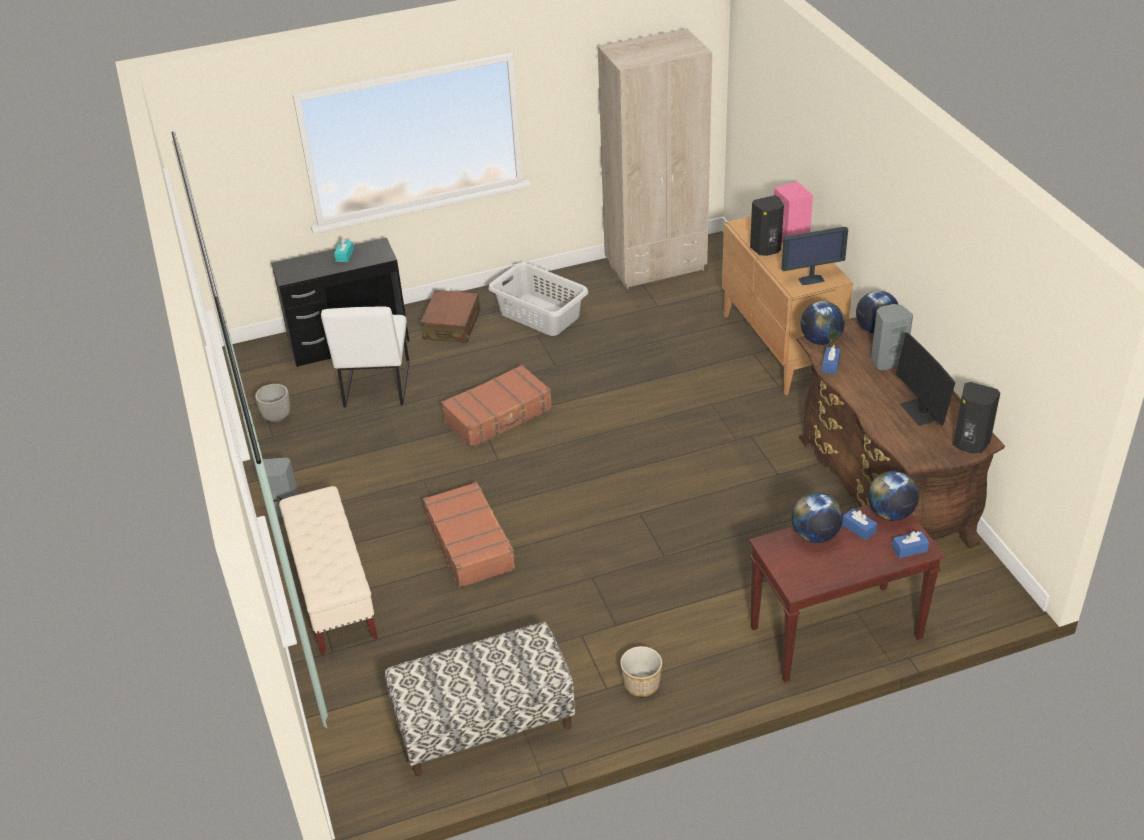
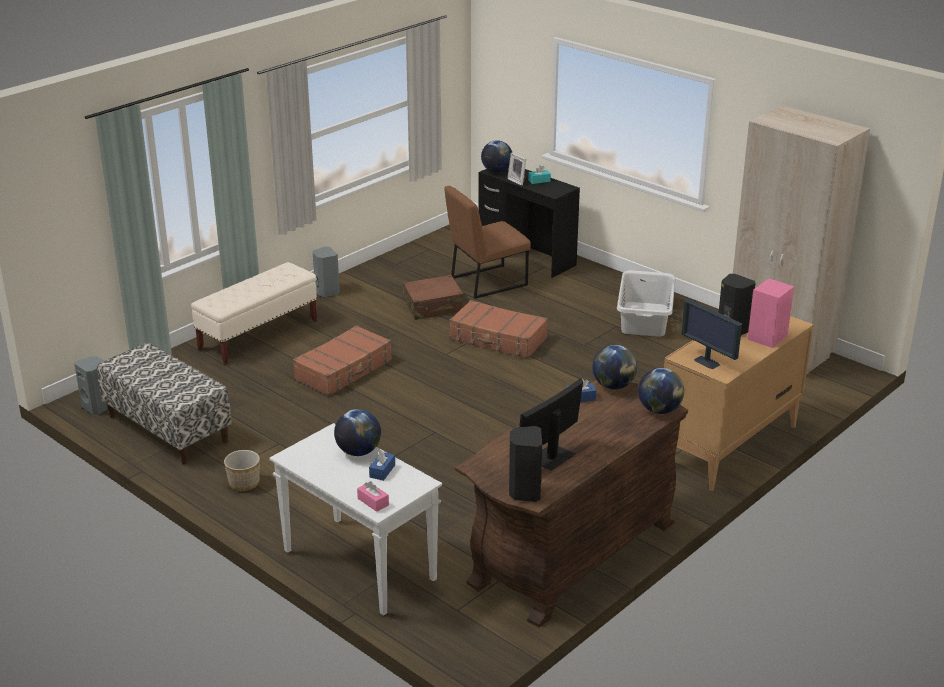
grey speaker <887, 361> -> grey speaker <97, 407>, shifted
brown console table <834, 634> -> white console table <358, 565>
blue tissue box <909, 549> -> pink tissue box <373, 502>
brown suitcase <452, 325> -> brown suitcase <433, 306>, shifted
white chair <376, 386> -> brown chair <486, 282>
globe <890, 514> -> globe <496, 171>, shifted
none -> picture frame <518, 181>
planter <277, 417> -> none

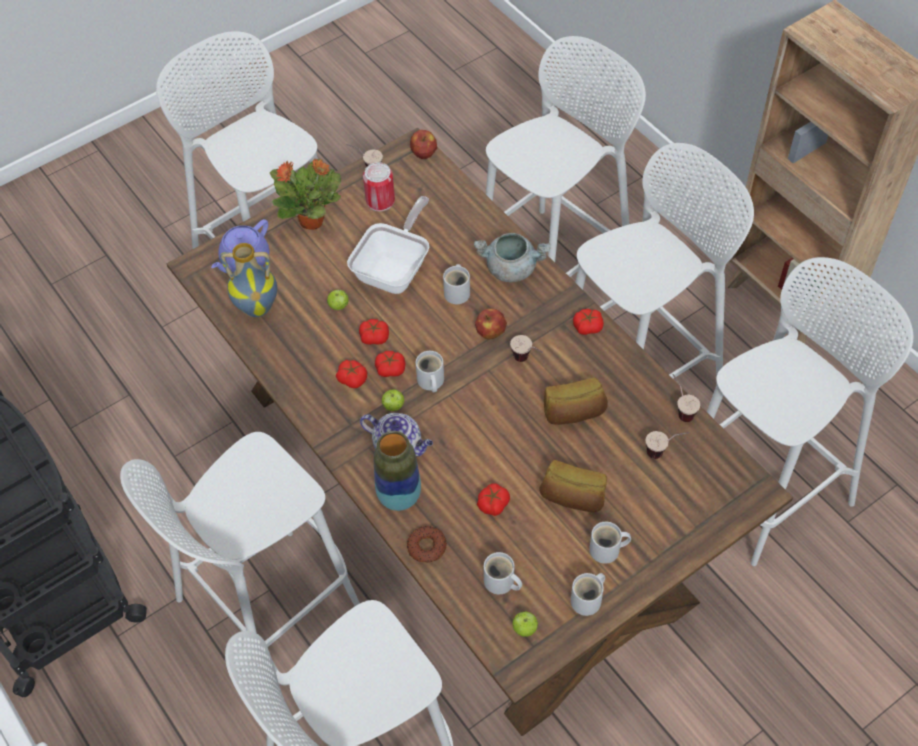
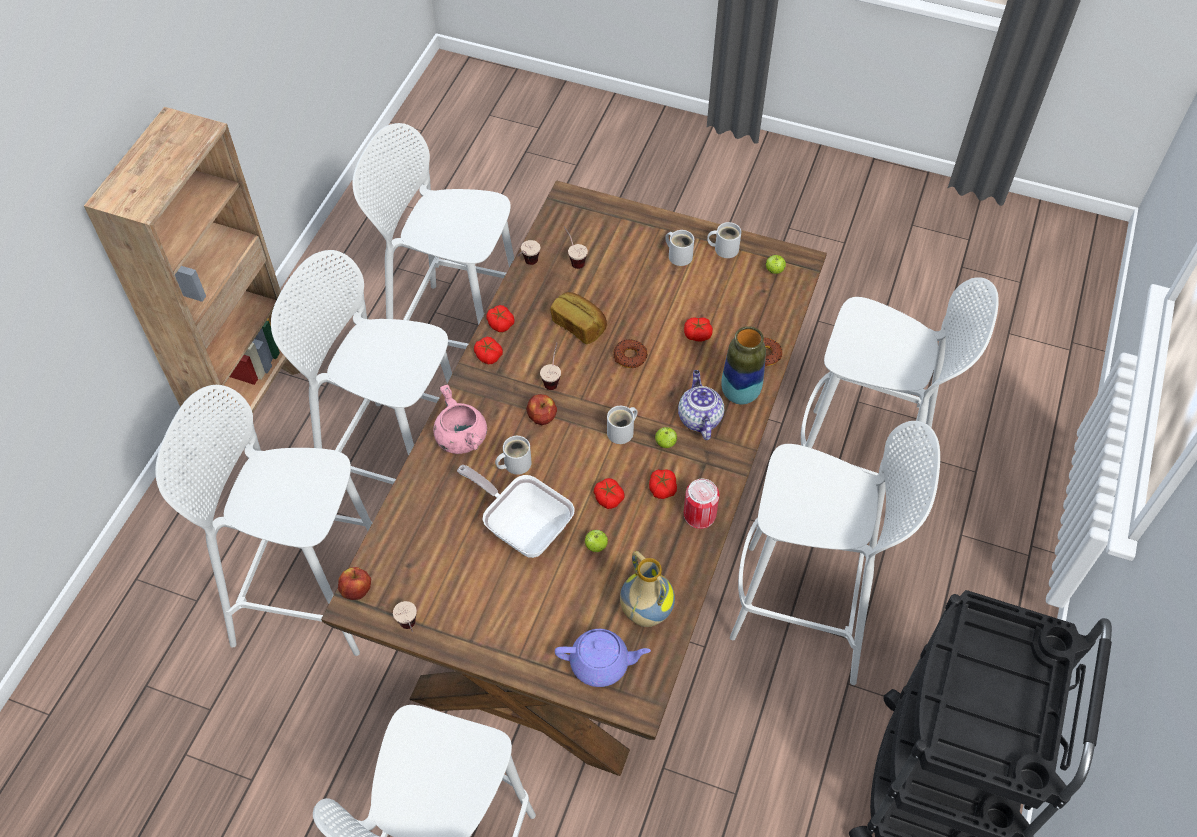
grey cooking pot <511, 268> -> pink cooking pot <461, 438>
frying pan <395, 269> -> frying pan <523, 526>, 45 degrees clockwise
tomato <390, 369> -> tomato <500, 323>, shifted
none -> donut <630, 357>
can <380, 200> -> can <699, 515>, shifted
potted plant <312, 221> -> none
white mug <501, 583> -> none
bread <573, 497> -> none

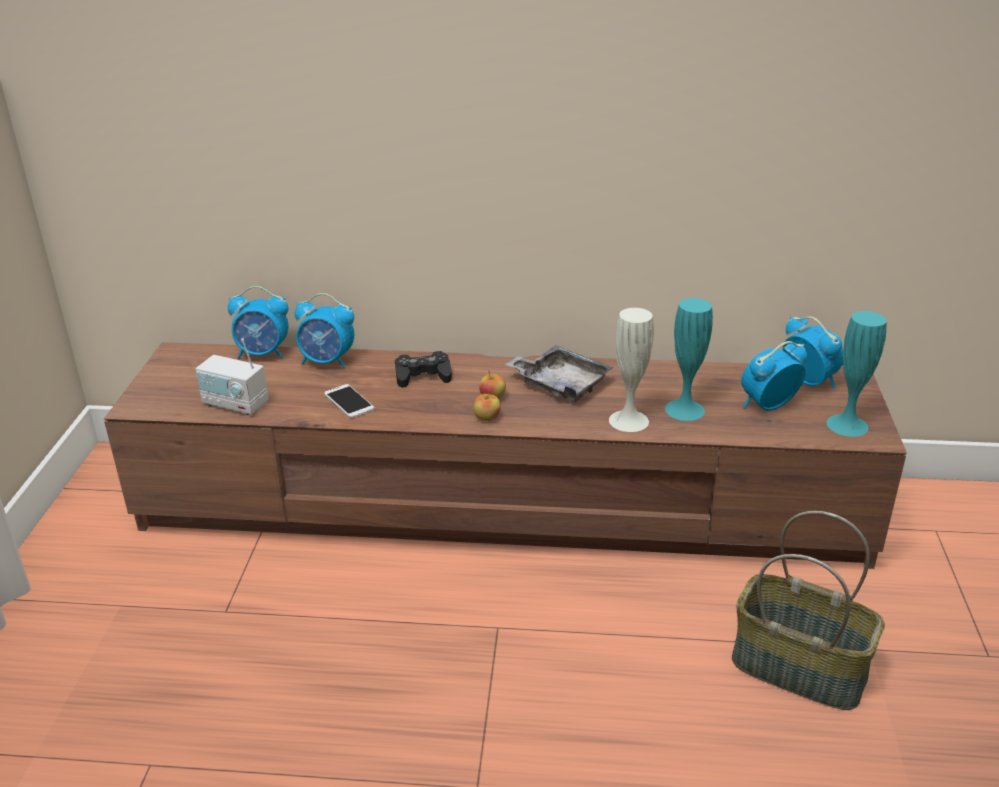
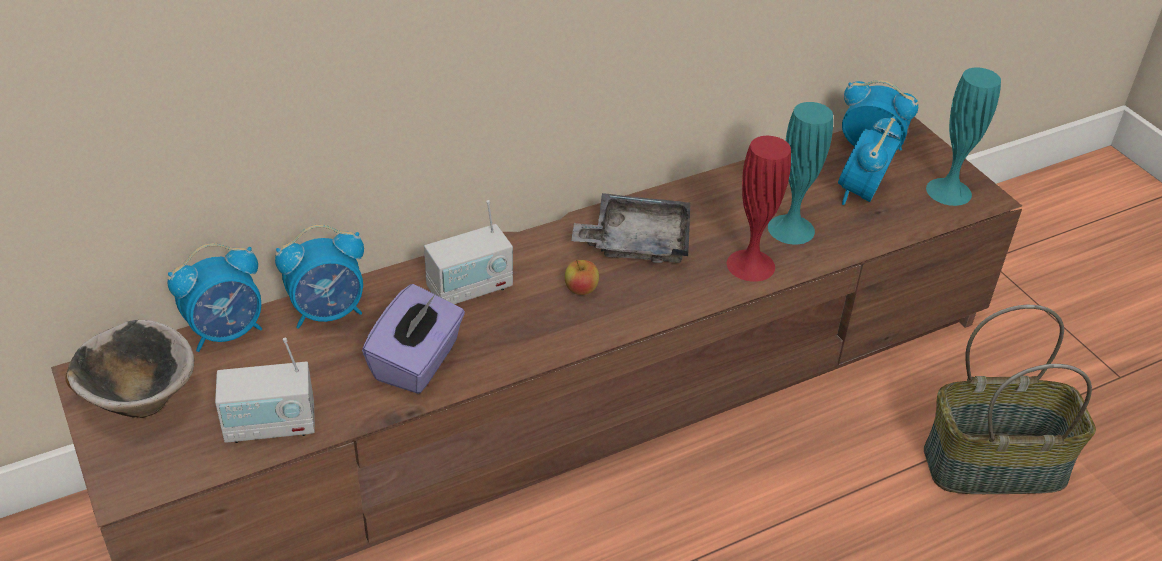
none -> bowl <140, 398>
phone <349, 402> -> purple tissue box <417, 362>
black game controller <423, 375> -> radio <470, 289>
white vase <628, 420> -> red vase <750, 265>
apple <486, 418> -> none

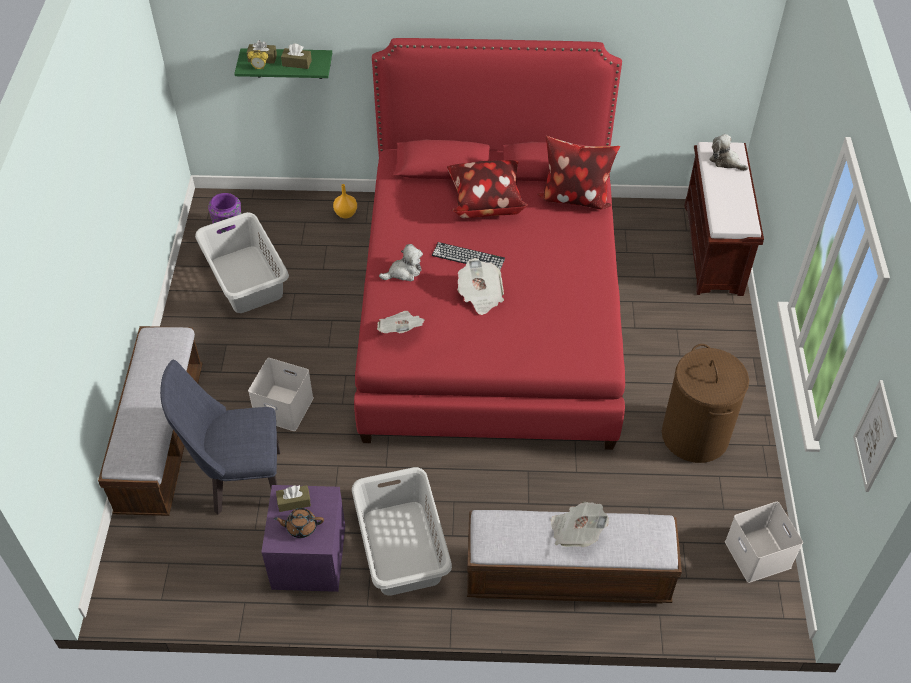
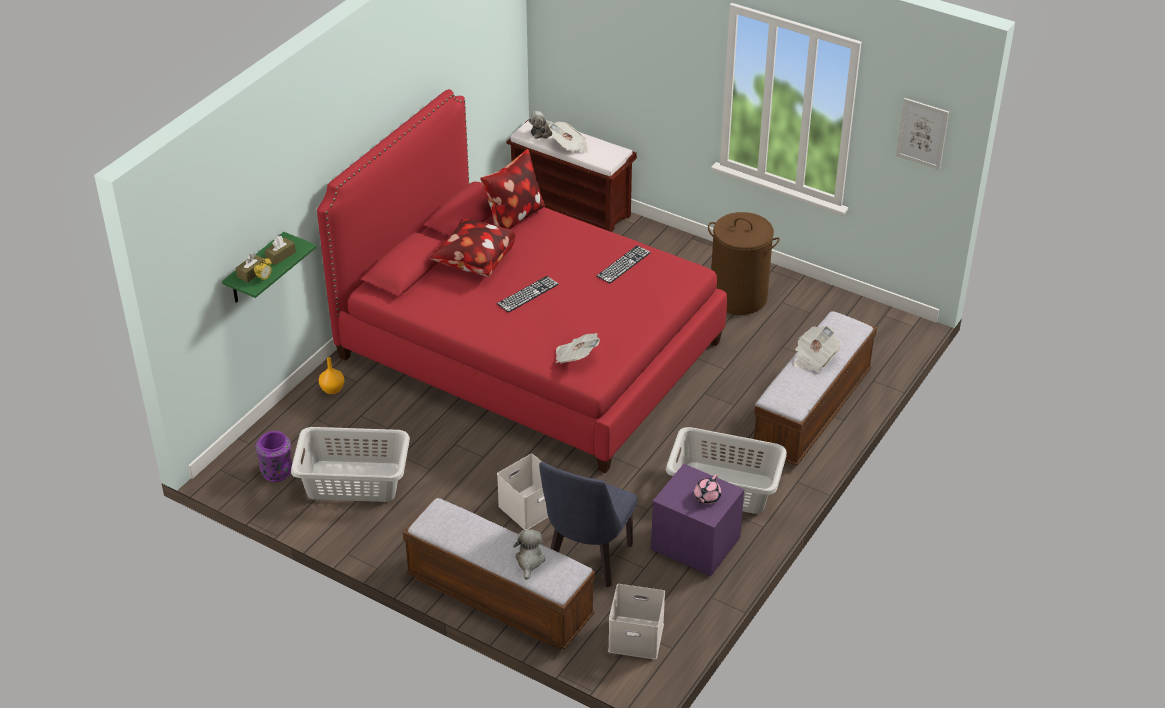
plush toy <404, 272> -> plush toy <529, 561>, shifted
newspaper <480, 295> -> newspaper <569, 146>, shifted
none -> keyboard <623, 264>
white storage box <756, 553> -> white storage box <634, 638>, shifted
brown teapot <301, 527> -> pink teapot <706, 497>
brown tissue box <294, 502> -> none

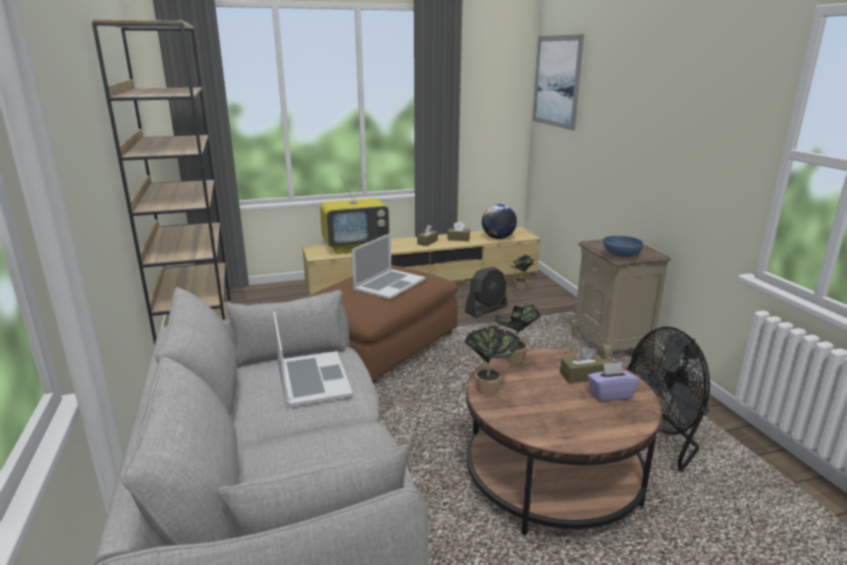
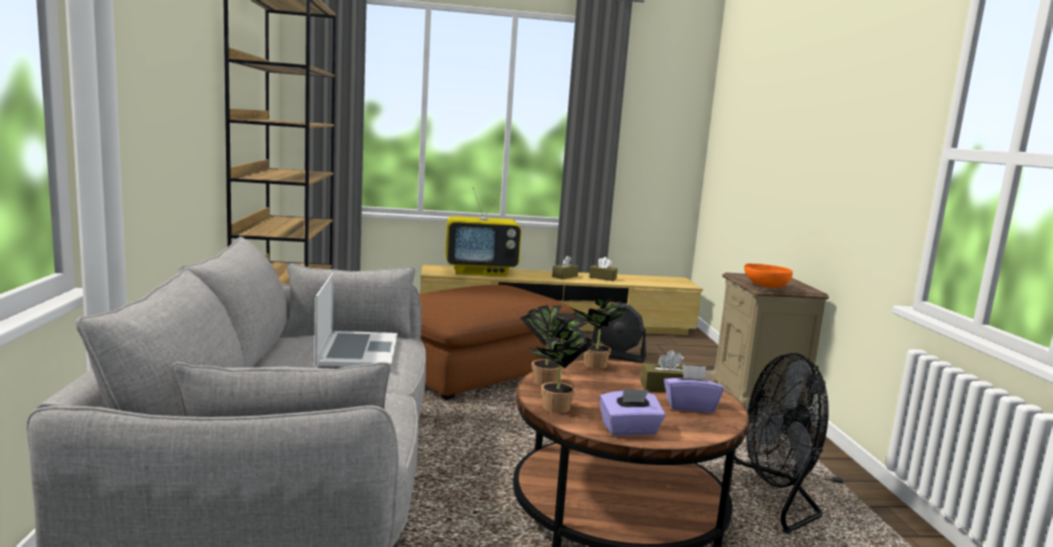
potted plant <520, 288> -> potted plant <556, 409>, shifted
black fan <486, 309> -> black fan <618, 356>, 45 degrees clockwise
none -> purple tissue box <629, 430>
blue bowl <620, 256> -> orange bowl <765, 286>
laptop <389, 284> -> none
globe <498, 238> -> none
picture <557, 81> -> none

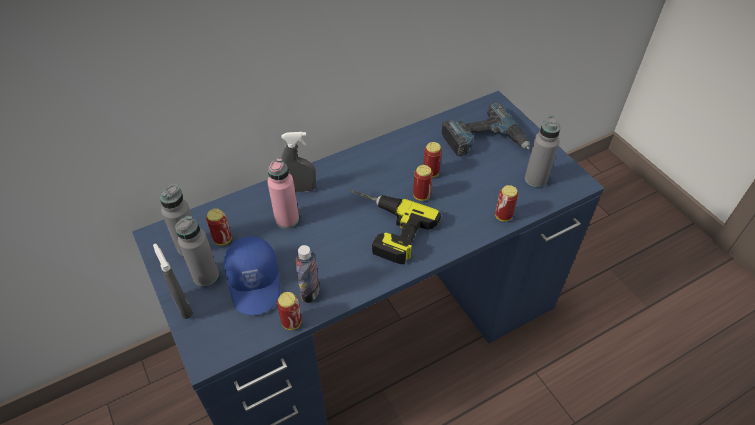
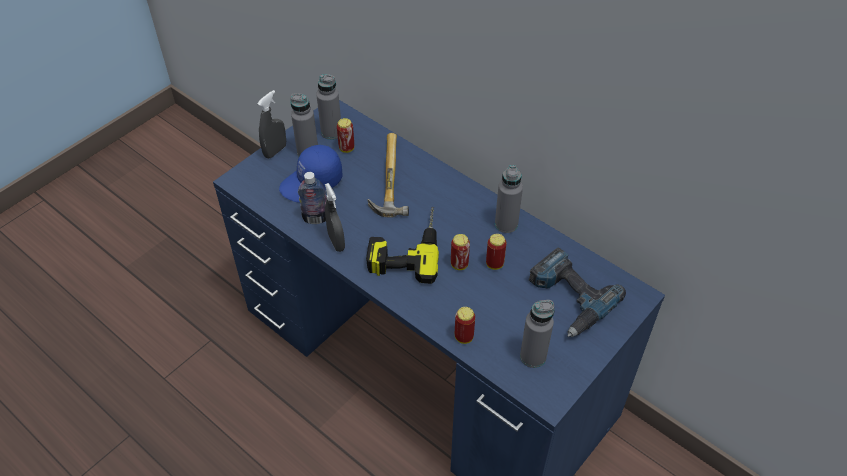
grey spray bottle <300, 189> -> grey spray bottle <336, 242>, shifted
pink bottle <287, 219> -> hammer <385, 179>
none -> grey bottle <506, 224>
can <291, 322> -> none

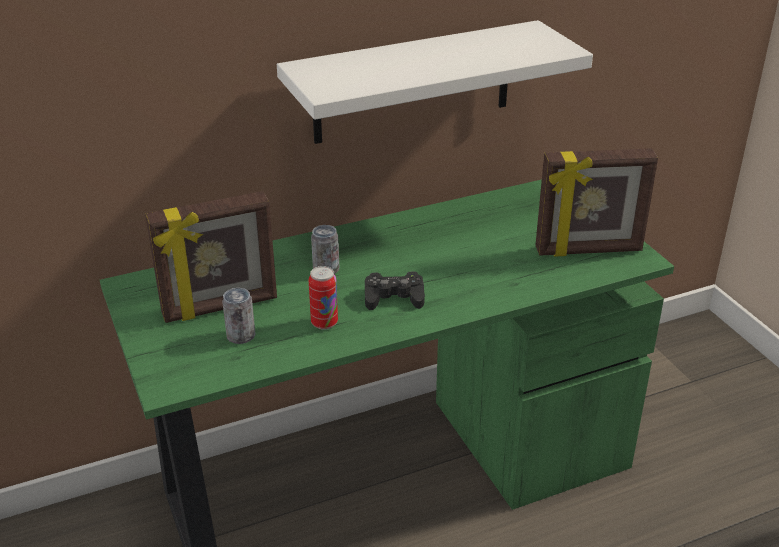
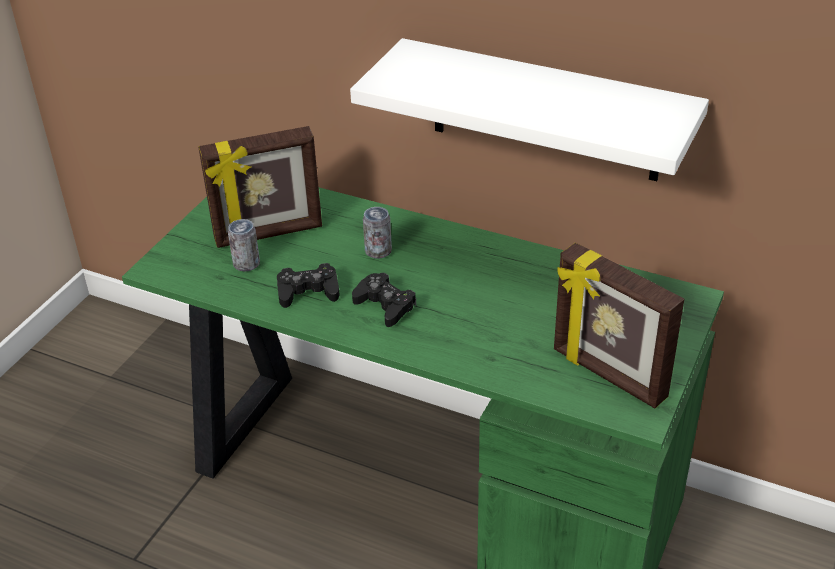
picture frame <220, 307> -> picture frame <269, 234>, 45 degrees counterclockwise
can <324, 323> -> black game controller <308, 291>

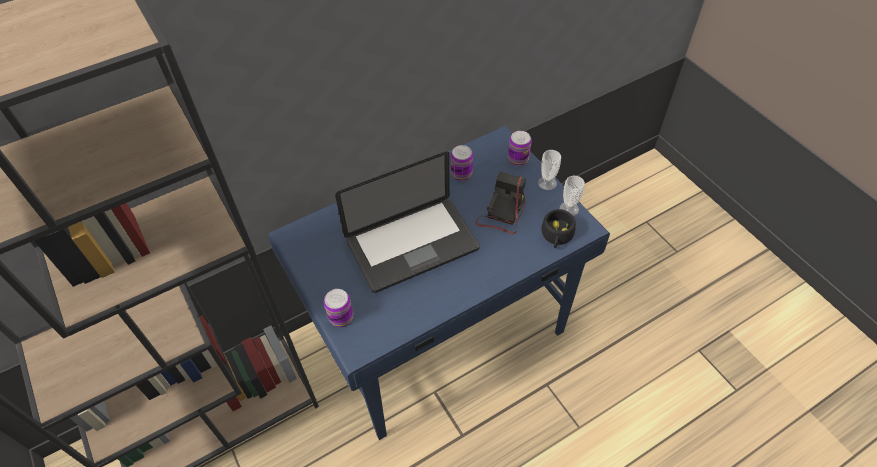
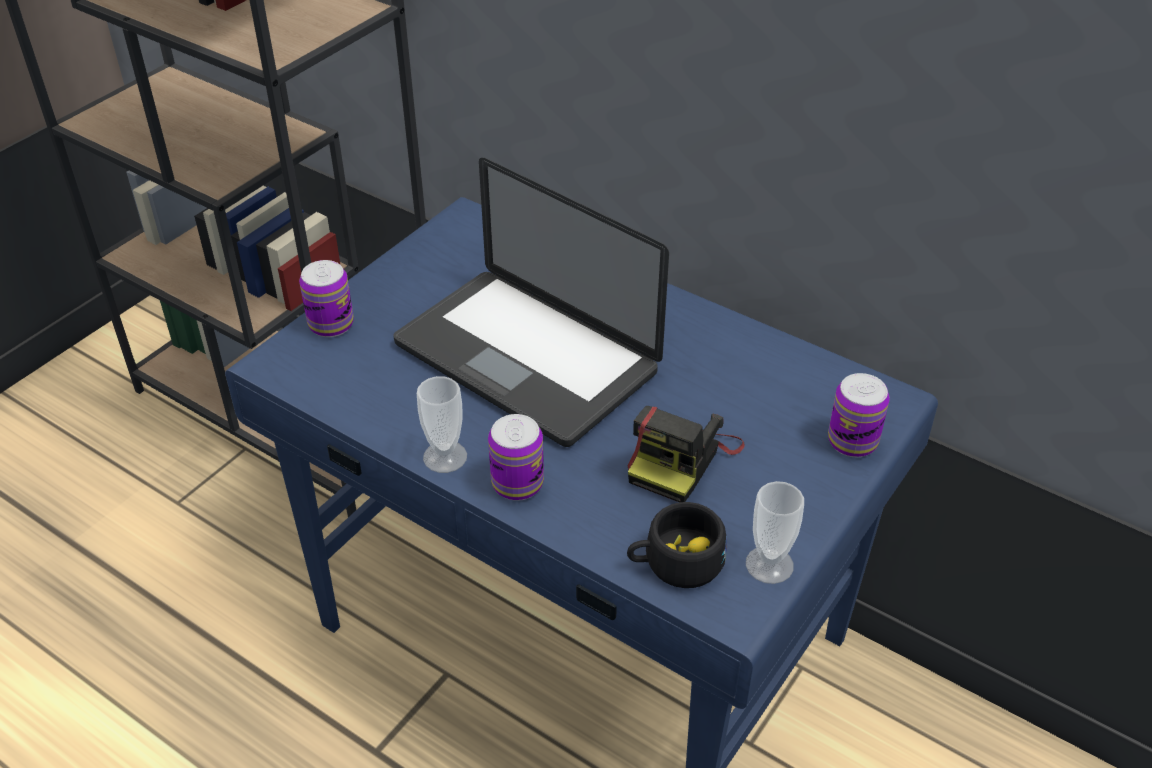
cup <547, 183> -> cup <445, 457>, shifted
can <461, 173> -> can <517, 483>, shifted
photo camera <502, 213> -> photo camera <681, 458>, 120 degrees clockwise

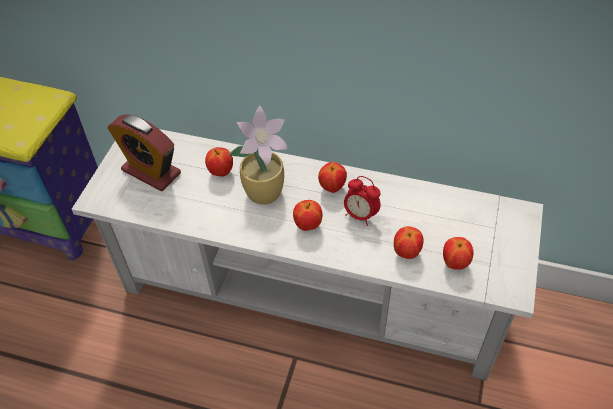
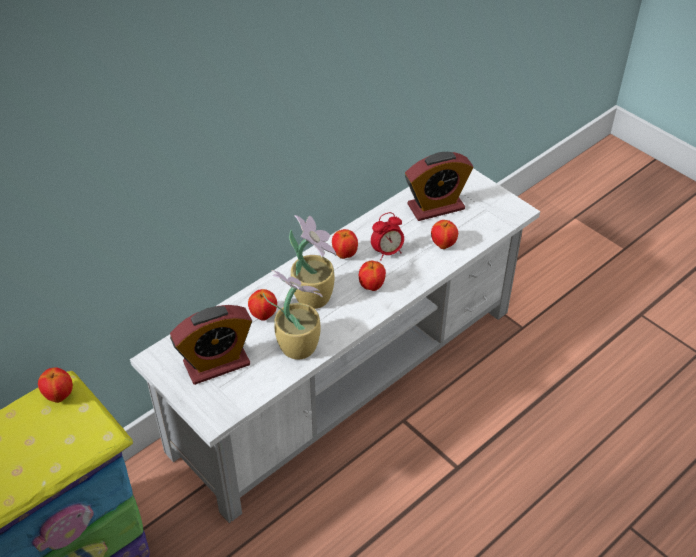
apple <455, 263> -> apple <59, 396>, shifted
none -> potted plant <297, 345>
none -> alarm clock <436, 207>

